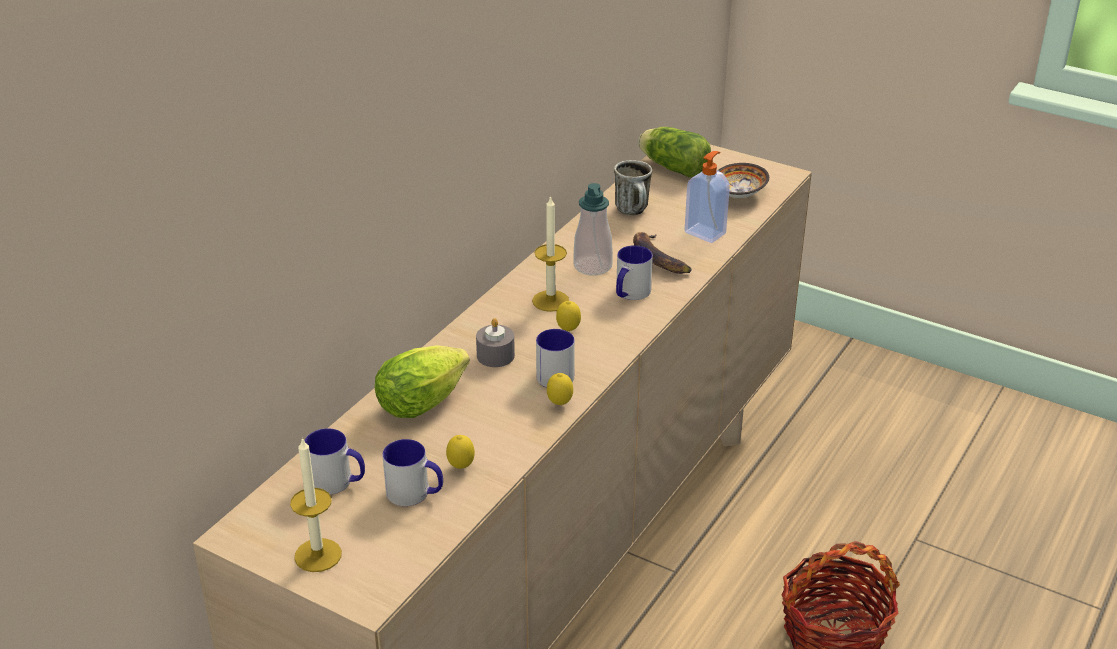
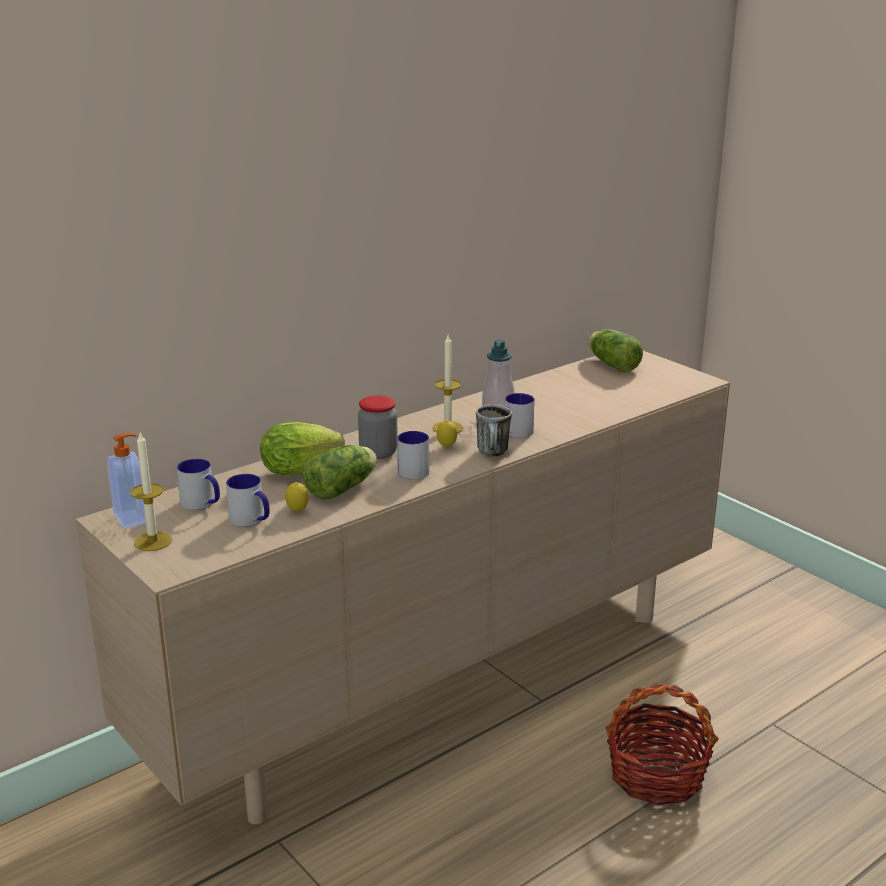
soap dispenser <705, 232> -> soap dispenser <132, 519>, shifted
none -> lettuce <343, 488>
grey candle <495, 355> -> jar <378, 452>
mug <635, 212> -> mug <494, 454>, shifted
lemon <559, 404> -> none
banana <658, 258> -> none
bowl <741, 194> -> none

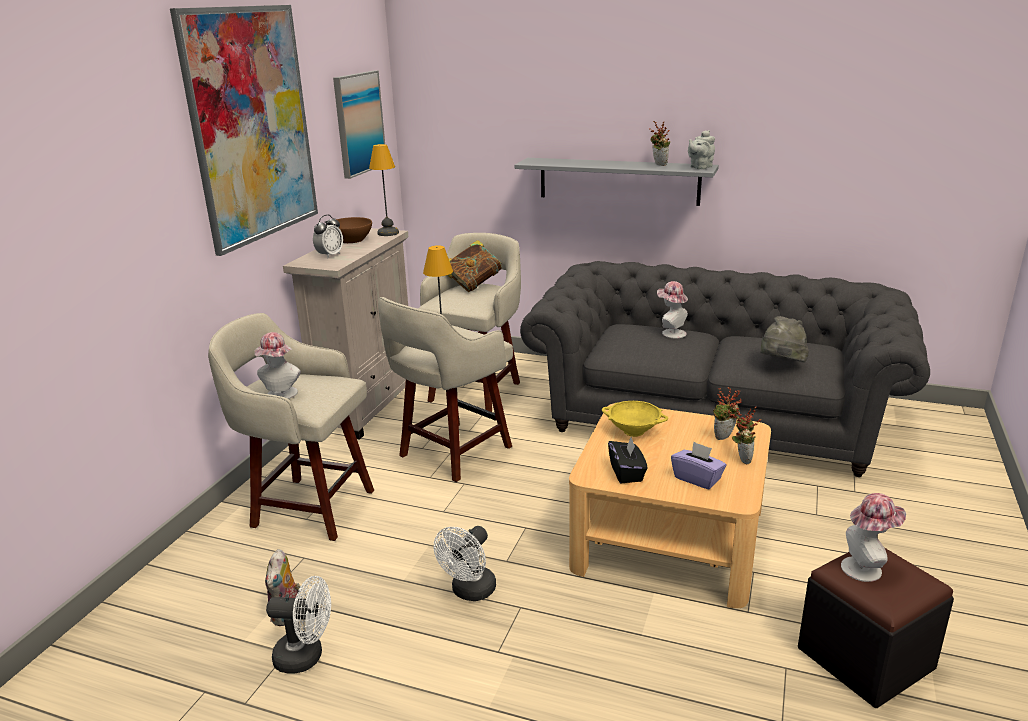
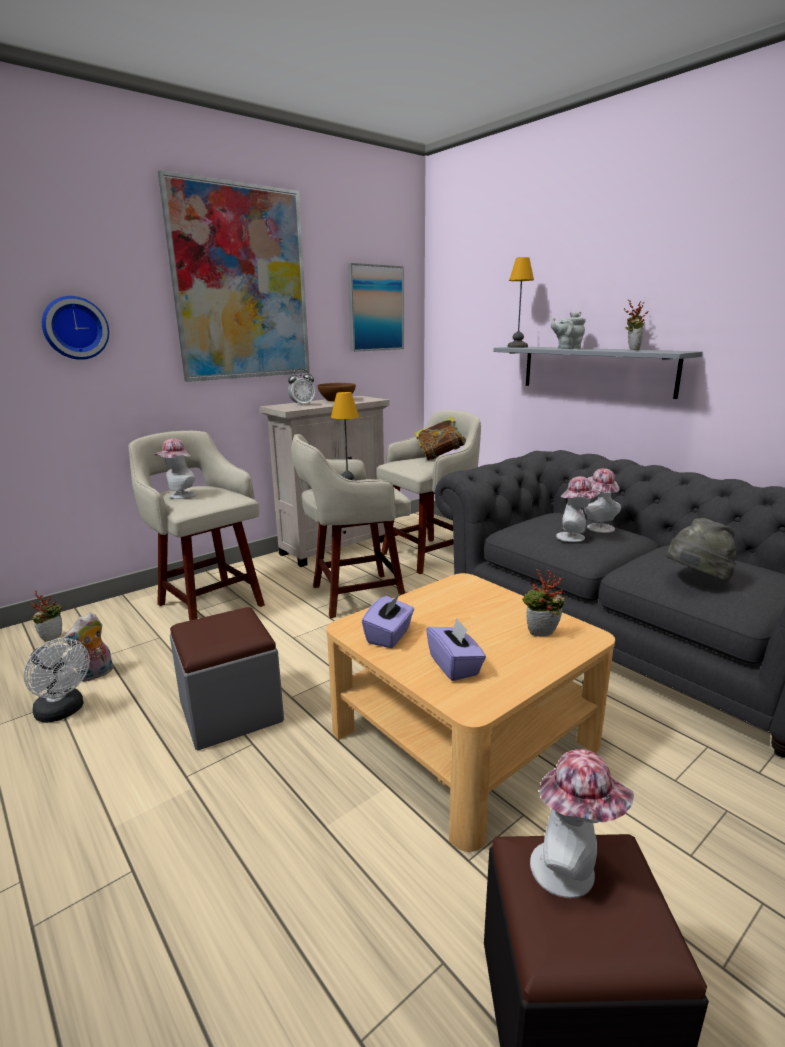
potted plant <741, 458> -> potted plant <52, 637>, shifted
none -> wall clock <75, 328>
white fan <470, 592> -> grey ottoman <231, 712>
black tissue box <627, 473> -> purple tissue box <389, 636>
table lamp <388, 233> -> table lamp <517, 347>, shifted
grey teapot <700, 167> -> grey teapot <567, 348>, shifted
none -> hat <574, 537>
yellow bowl <634, 431> -> none

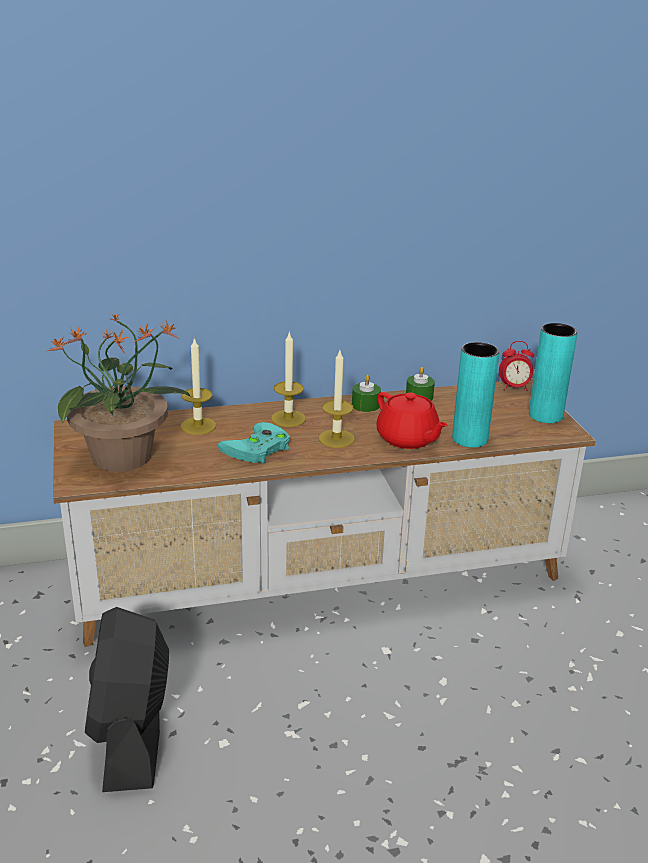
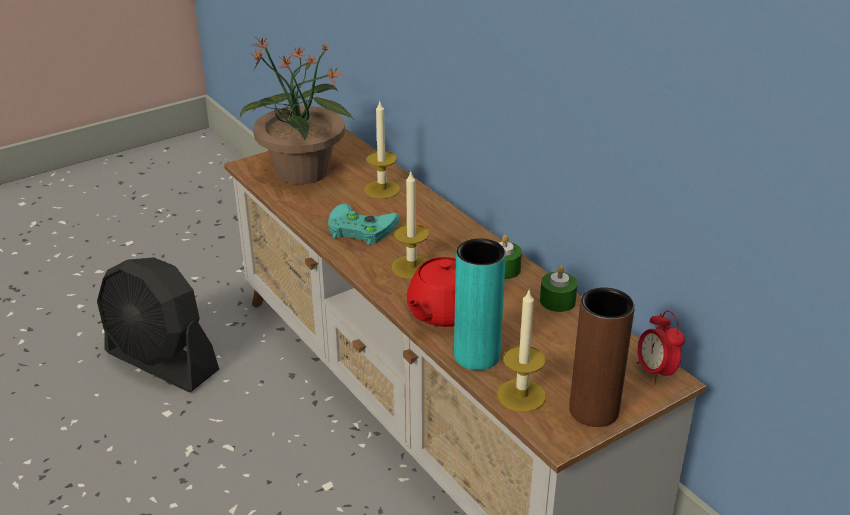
black fan <131, 735> -> black fan <161, 362>, 120 degrees counterclockwise
candle <288, 418> -> candle <521, 395>, shifted
turquoise vase <545, 415> -> brown vase <593, 410>

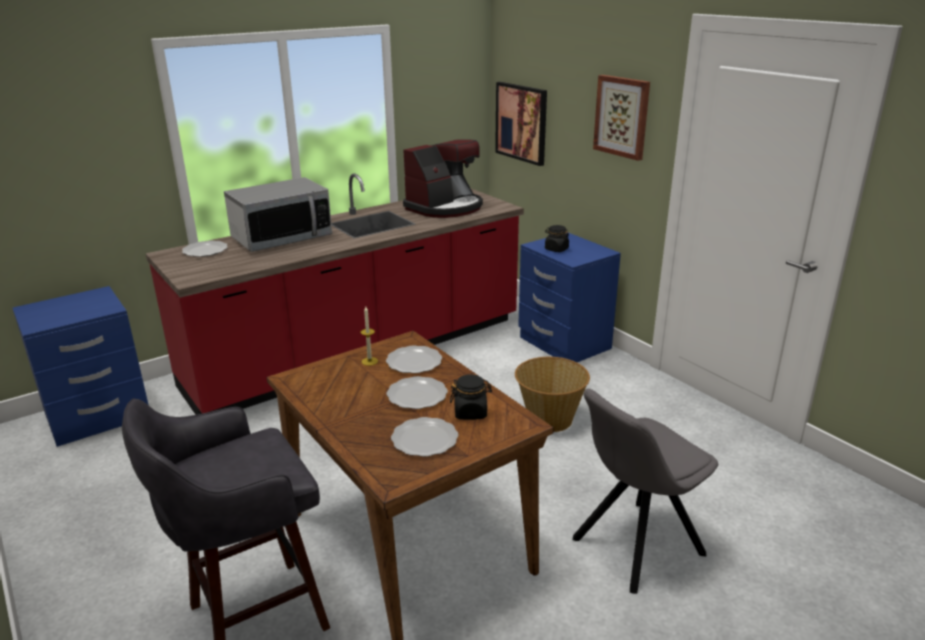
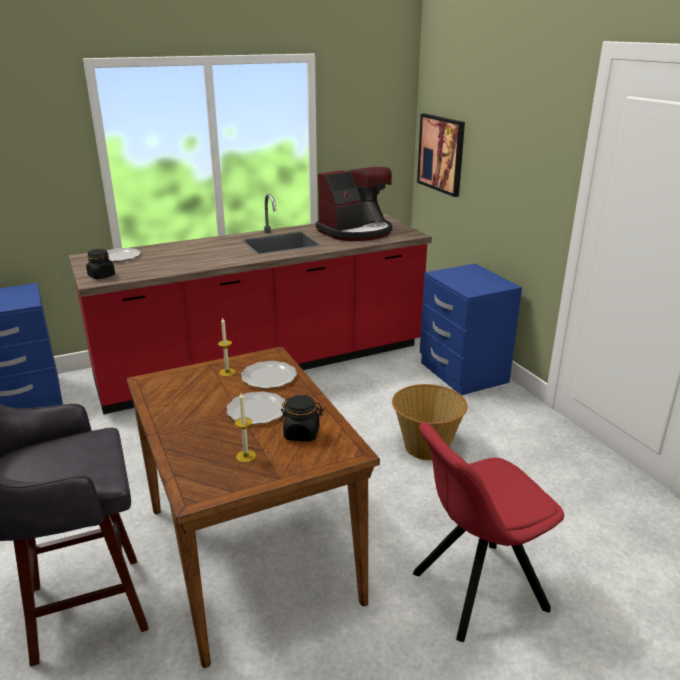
black jar <556, 249> -> black jar <101, 276>, shifted
plate <425, 439> -> candle <246, 456>
grey chair <636, 546> -> red chair <477, 590>
microwave <282, 238> -> none
picture <622, 116> -> none

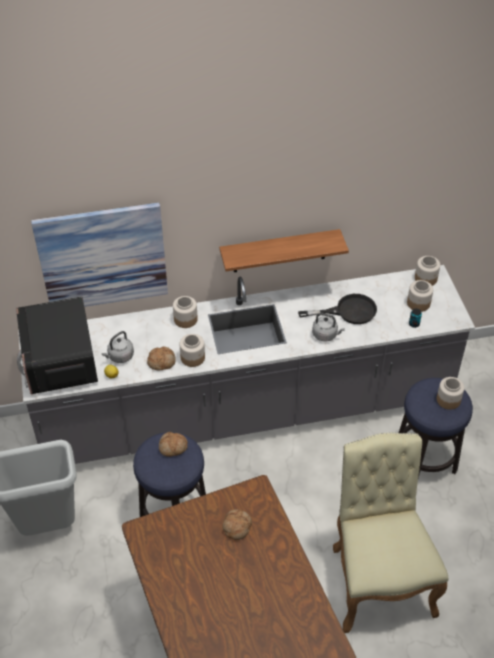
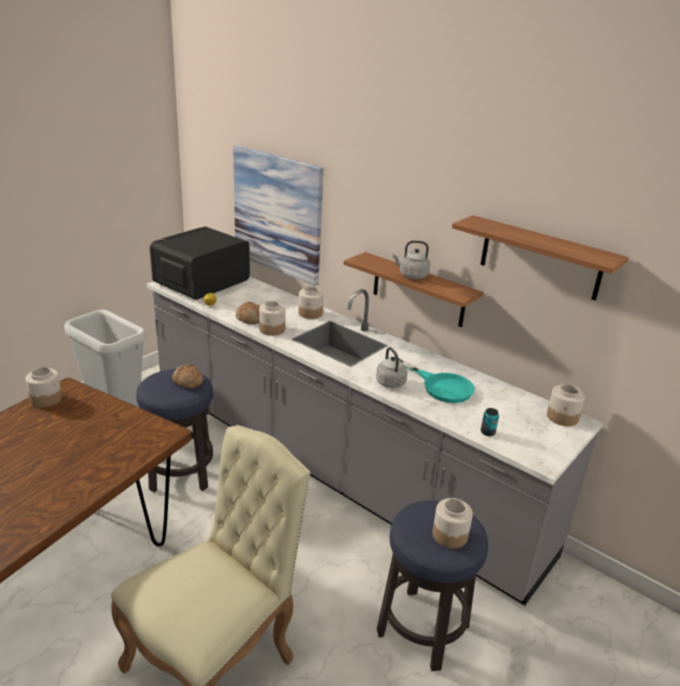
jar <418, 303> -> jar <46, 399>, shifted
grey kettle <120, 356> -> grey kettle <411, 276>, shifted
black frying pan <348, 311> -> turquoise frying pan <440, 386>
none -> shelf <540, 258>
bread <236, 526> -> none

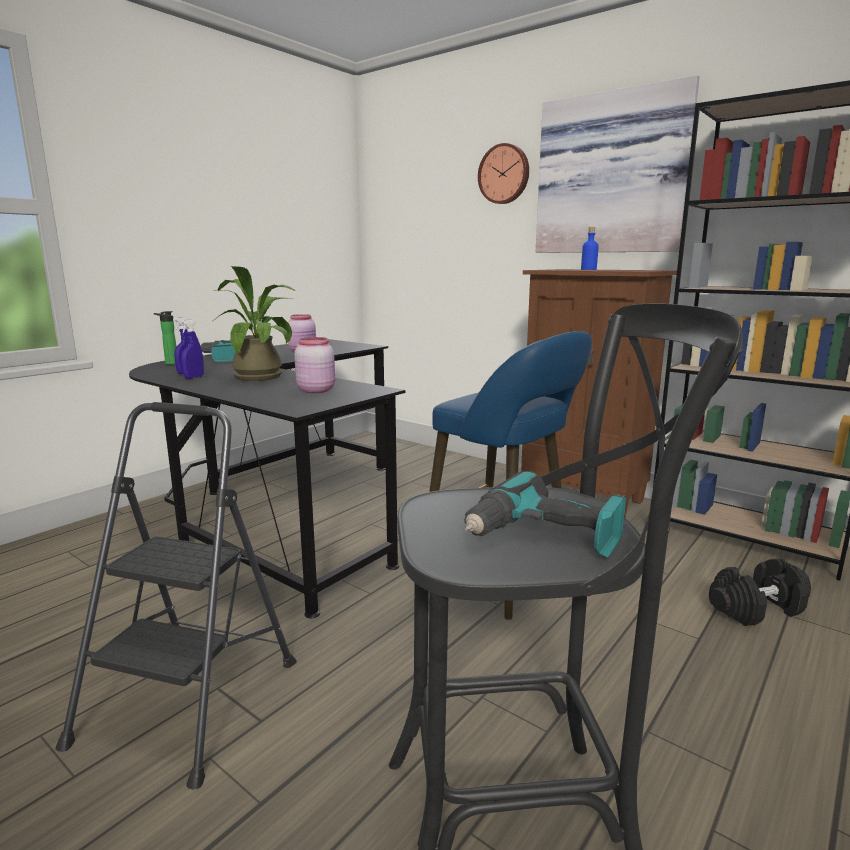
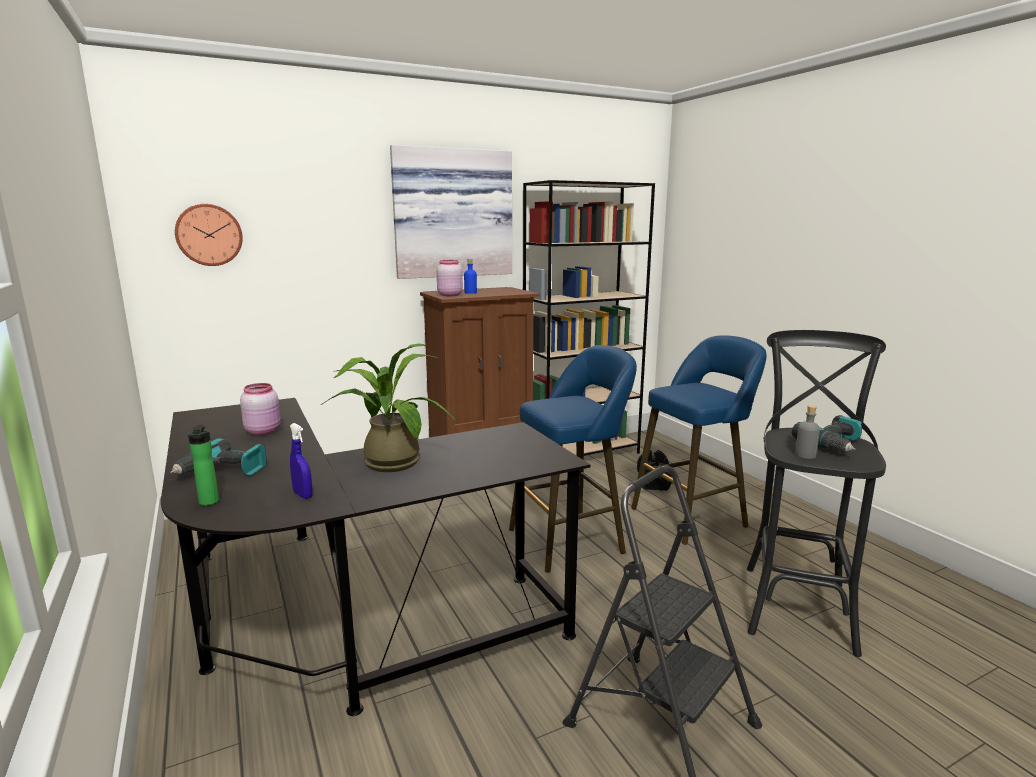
wall clock <504, 174> -> wall clock <209, 235>, shifted
pink jar <316, 390> -> pink jar <449, 295>, shifted
none -> blue stool <693, 516>
none -> grey bottle <805, 455>
blue spray bottle <194, 377> -> none

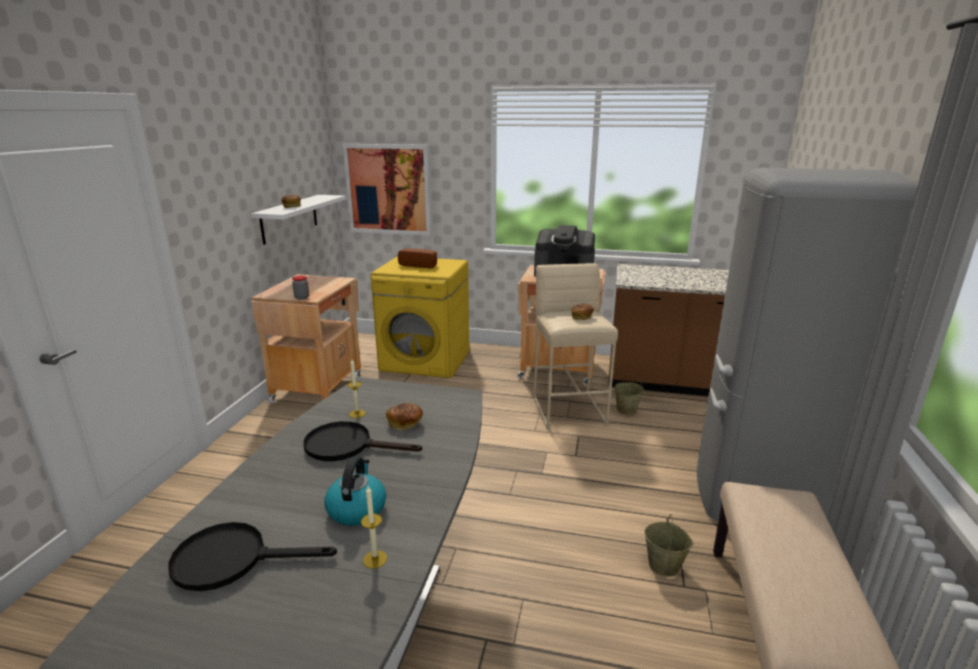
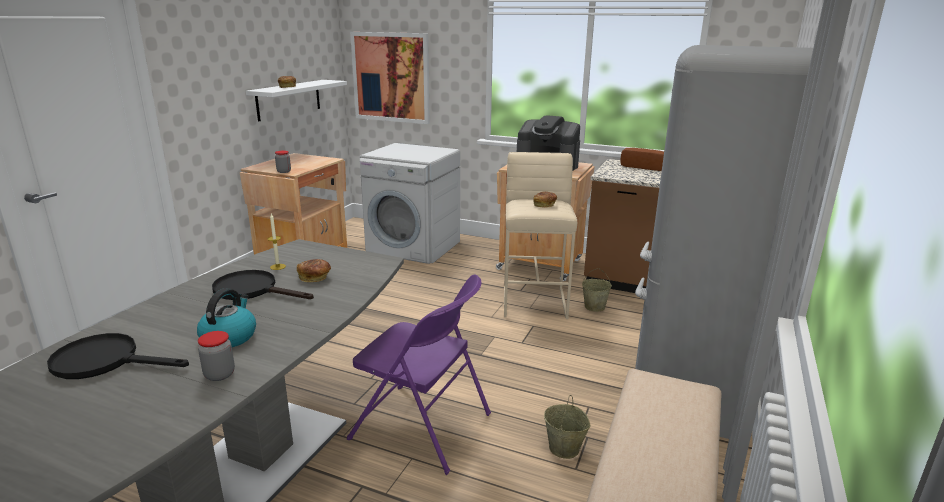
candle <375, 559> -> jar <219, 374>
none -> purple chair <421, 426>
yellow washing machine <425, 361> -> white washing machine <412, 247>
bread <419, 265> -> bread <643, 167>, shifted

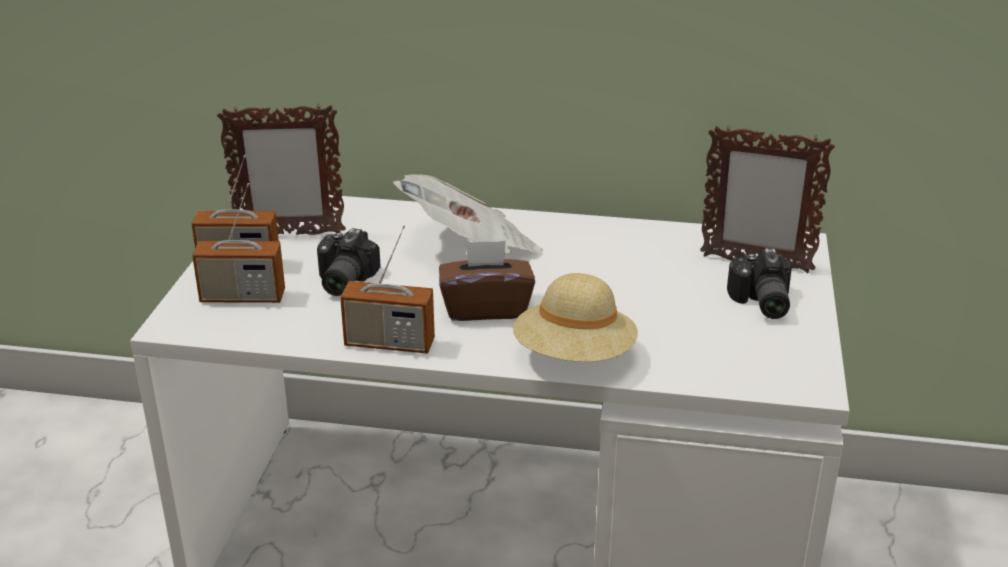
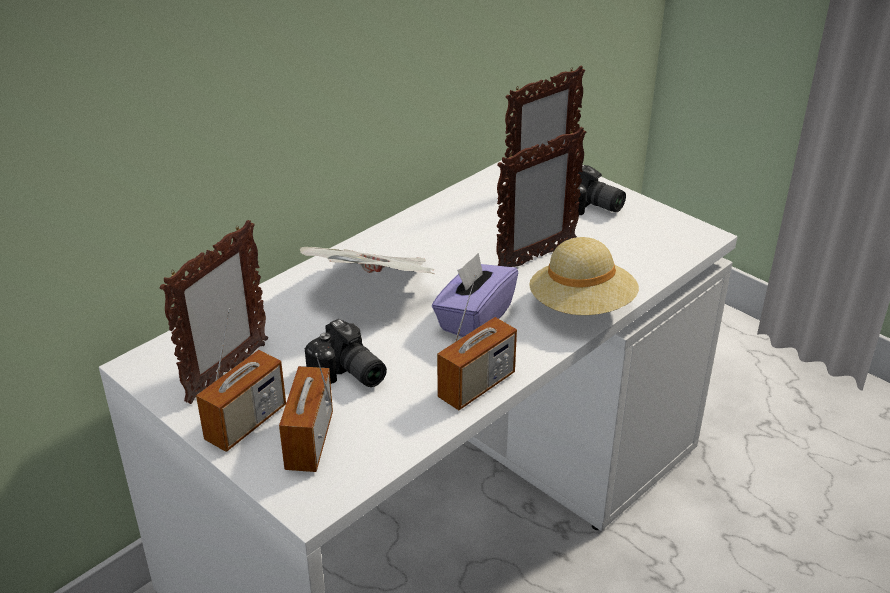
radio <243, 297> -> radio <309, 441>, 150 degrees clockwise
brown tissue box <486, 308> -> purple tissue box <474, 318>
none -> picture frame <535, 257>

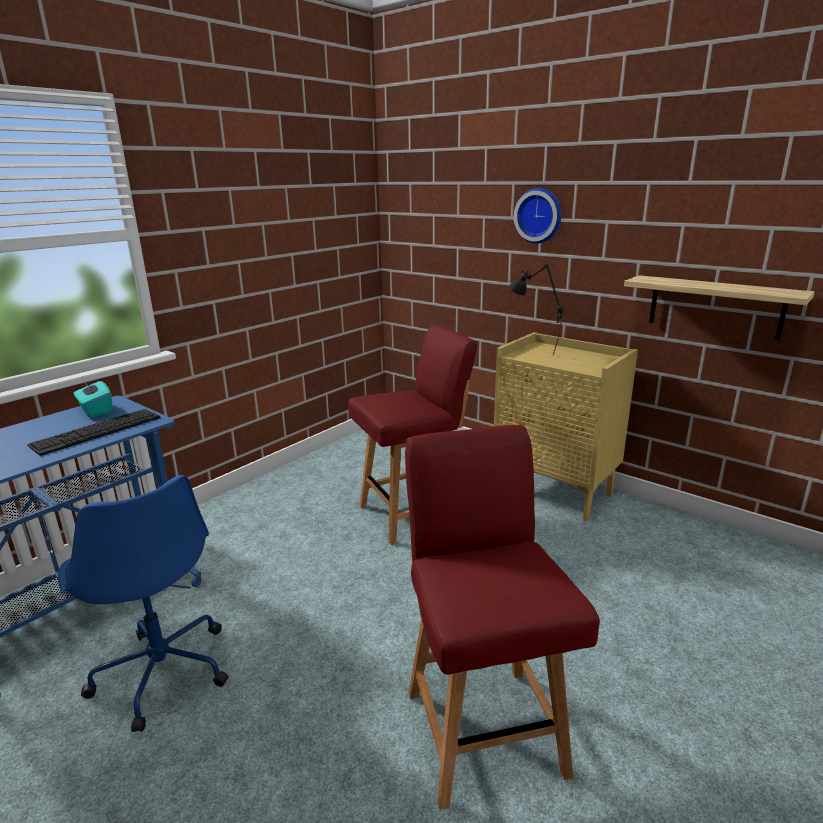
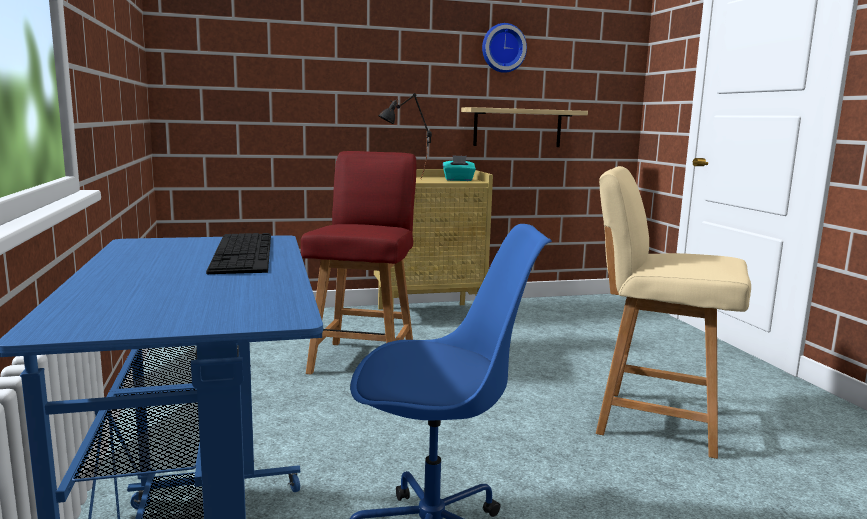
turquoise tissue box <96, 411> -> turquoise tissue box <458, 180>, shifted
wall clock <539, 215> -> wall clock <503, 48>, shifted
red chair <483, 727> -> beige chair <654, 421>

